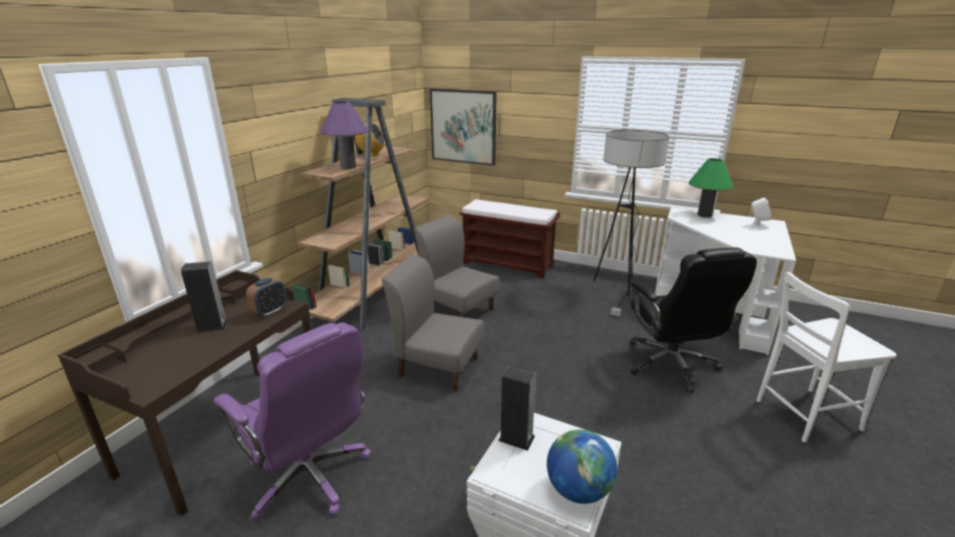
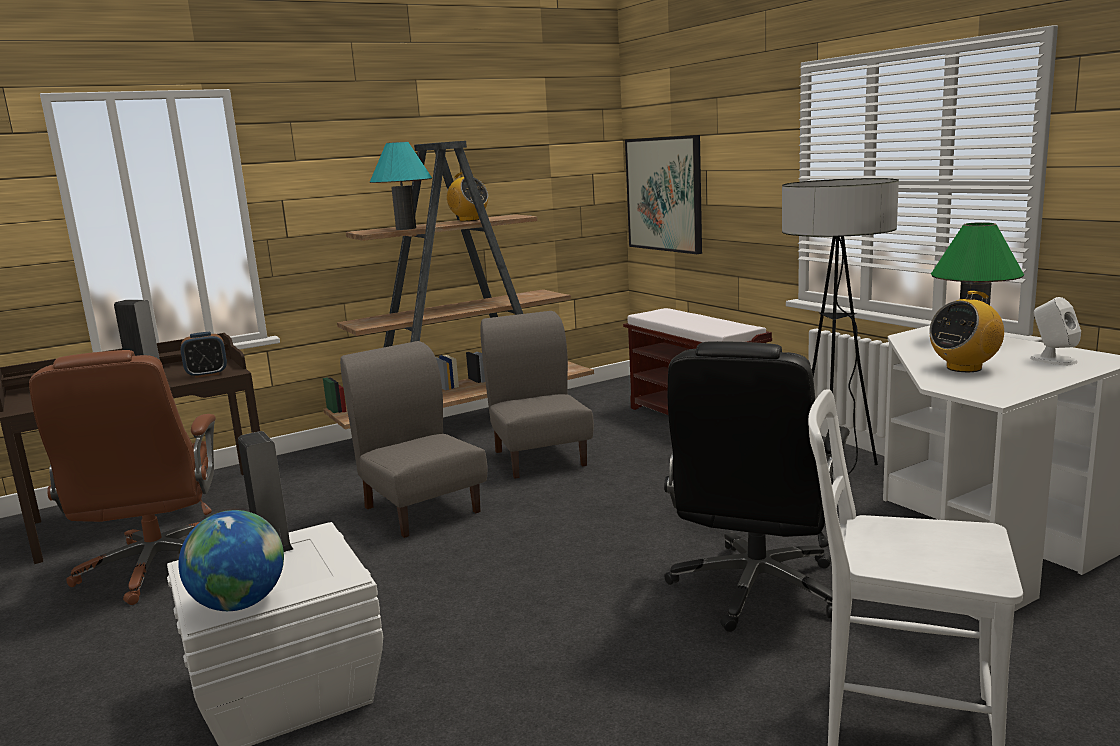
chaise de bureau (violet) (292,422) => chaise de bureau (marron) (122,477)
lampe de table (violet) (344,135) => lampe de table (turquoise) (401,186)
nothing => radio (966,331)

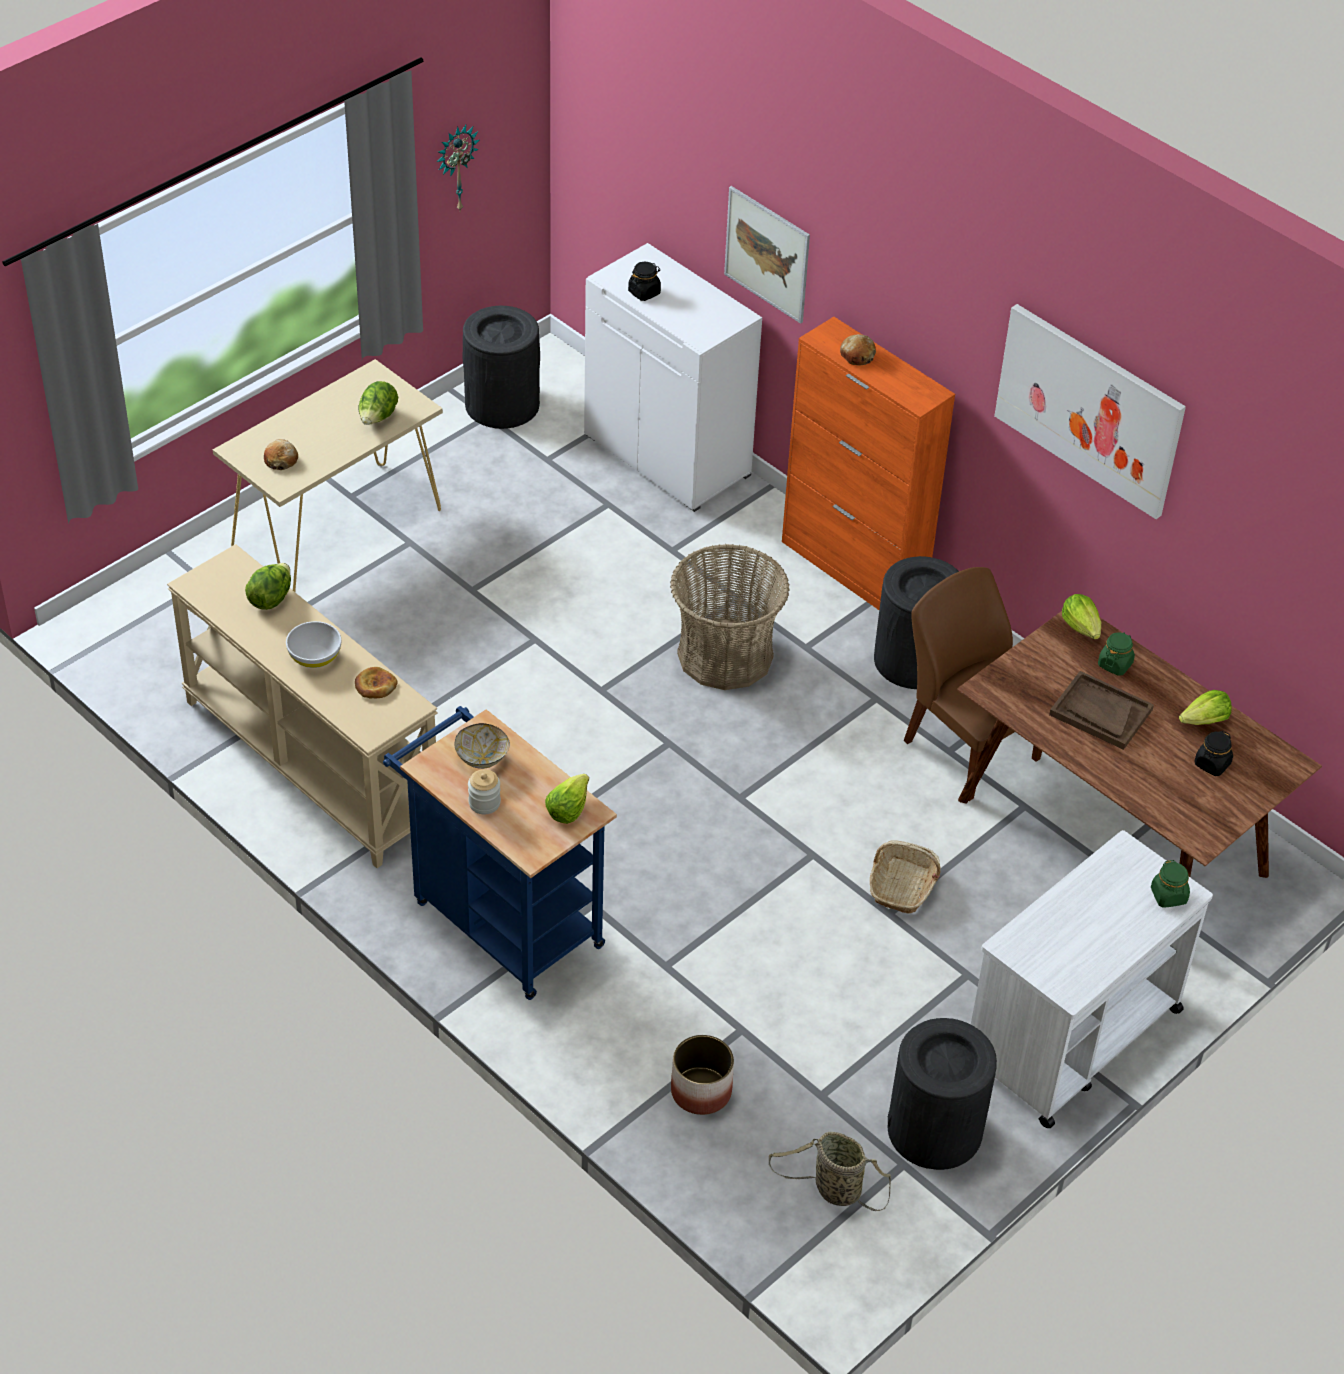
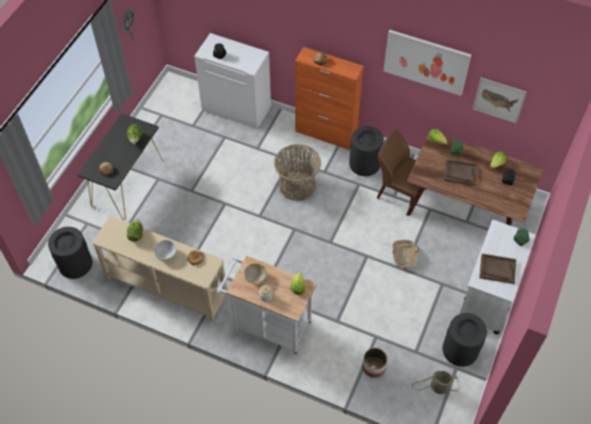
table console (beige) (328,475) => table console (noir) (120,166)
chariot (bleu) (500,853) => chariot (blanc) (266,305)
poubelle (noir) (501,367) => poubelle (noir) (70,253), moved
tableau (767,255) => tableau (499,100), moved
nothing => plateau (marron) (497,269)

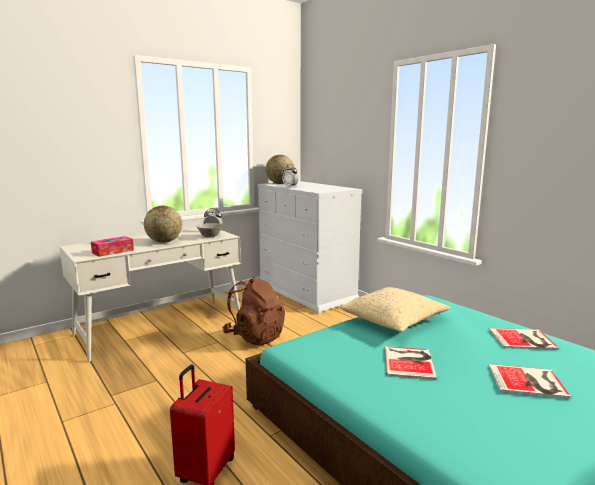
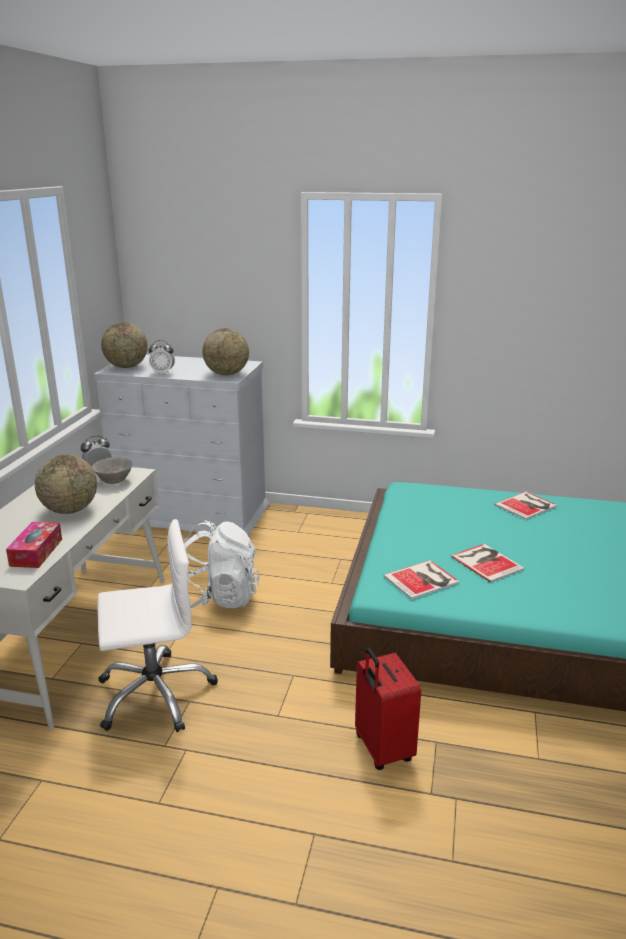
sac à dos (marron) (253,311) => sac à dos (blanc) (222,564)
coussin (beige) (395,309) => nothing
livre (529,381) => livre (421,579), moved
nothing => chaise de bureau (blanc) (158,625)
nothing => globe (225,351)

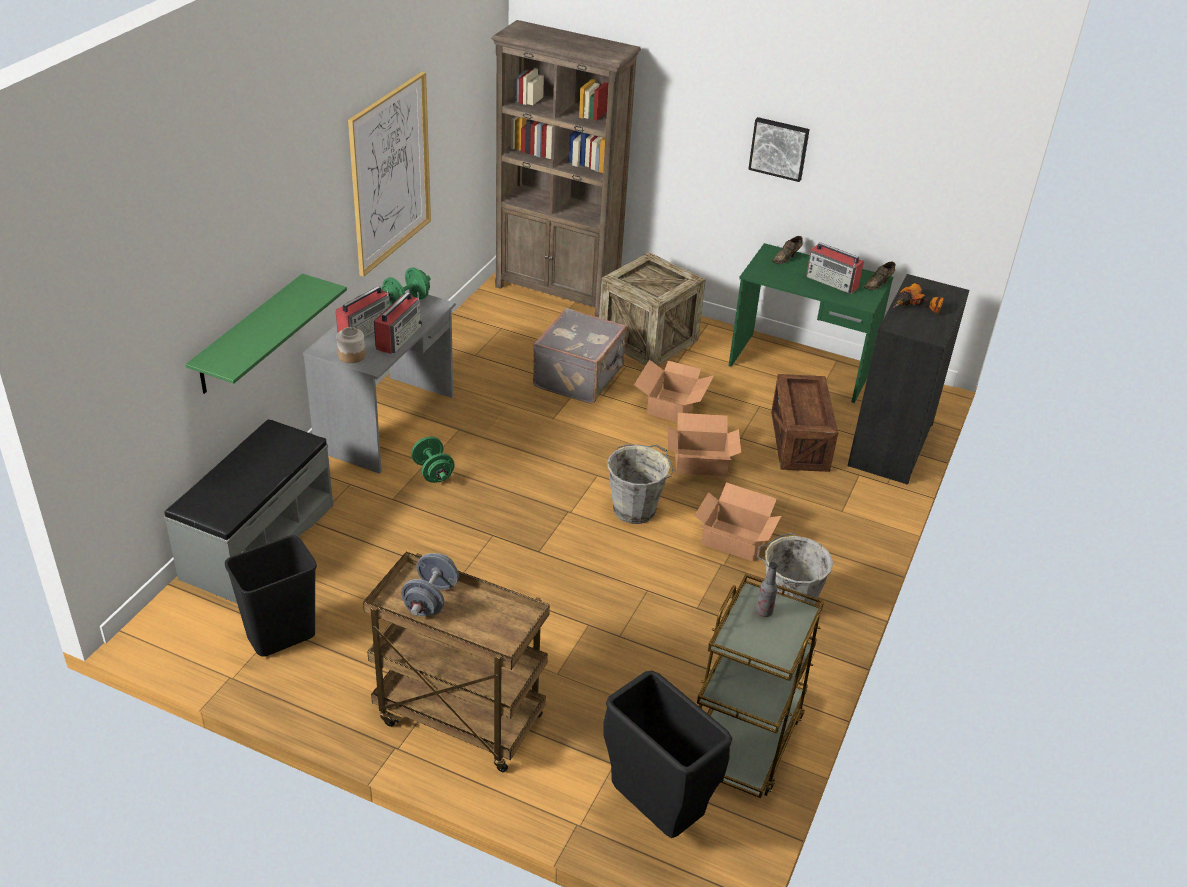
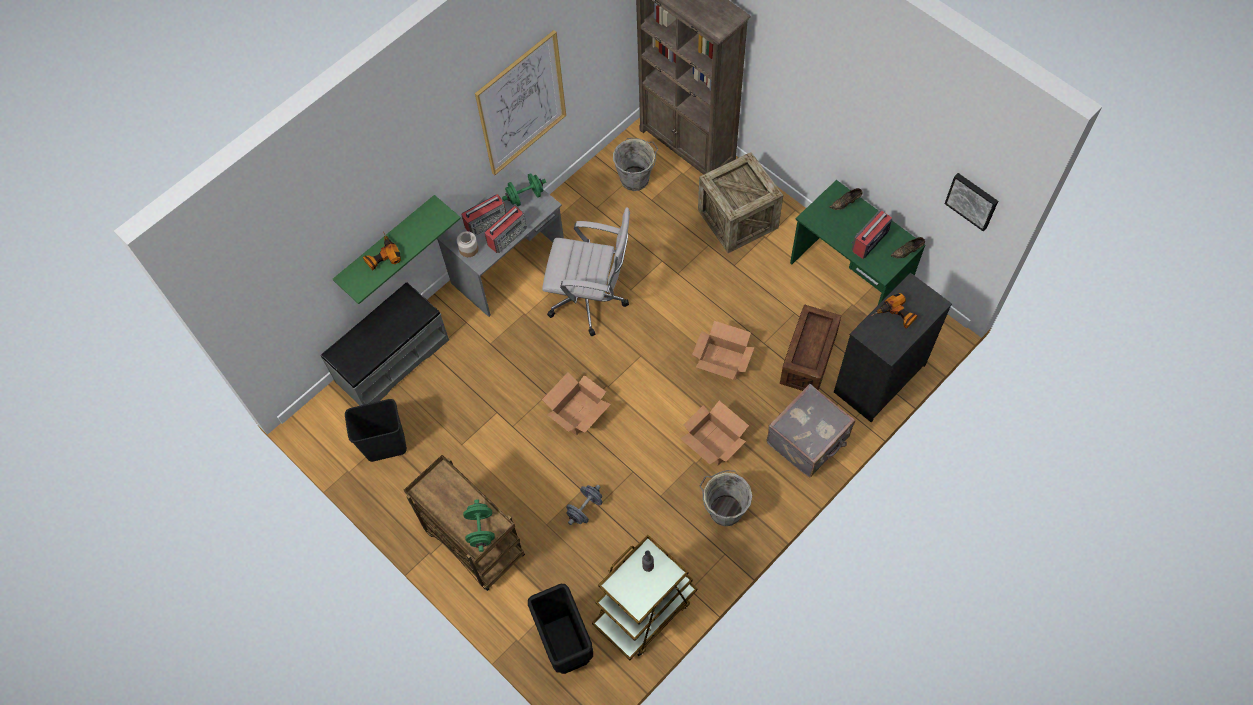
haltère (gris) (430,584) => haltère (gris) (584,505), moved
haltère (vert) (433,460) => haltère (vert) (479,525), moved
valise (gris) (580,356) => valise (gris) (810,430), moved
seau (gris) (640,484) => seau (gris) (635,164), moved
carton (674,391) => carton (576,403), moved
tableau (779,149) => tableau (971,202), moved
radio (835,268) => radio (872,234), 75 degrees clockwise
nothing => perceuse (382,251)
nothing => chaise de bureau (blanc) (586,272)

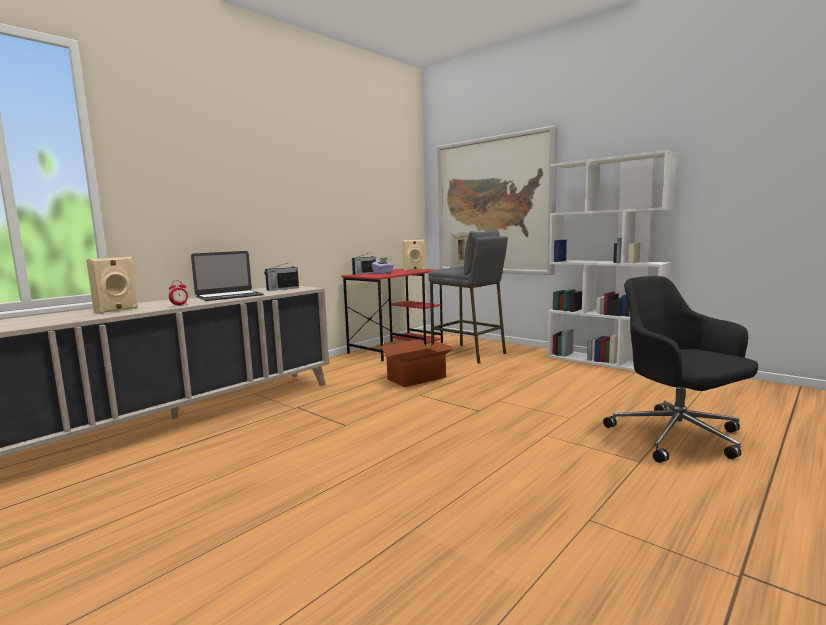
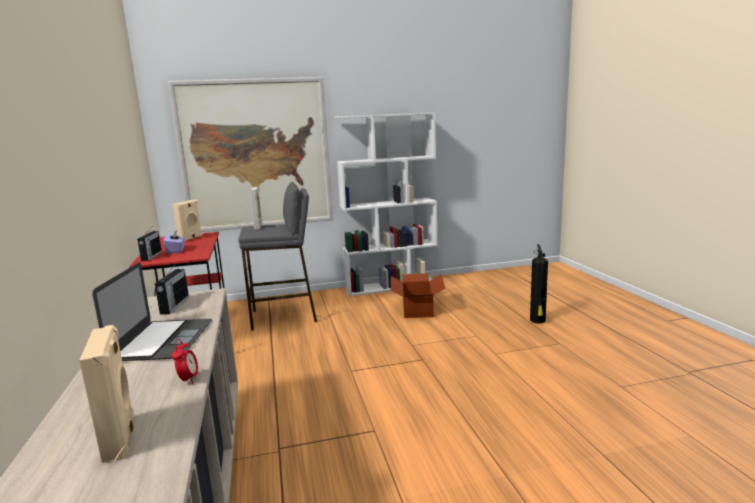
carton (416,363) => carton (418,295), moved
chaise de bureau (noir) (680,369) => extincteur (539,284)

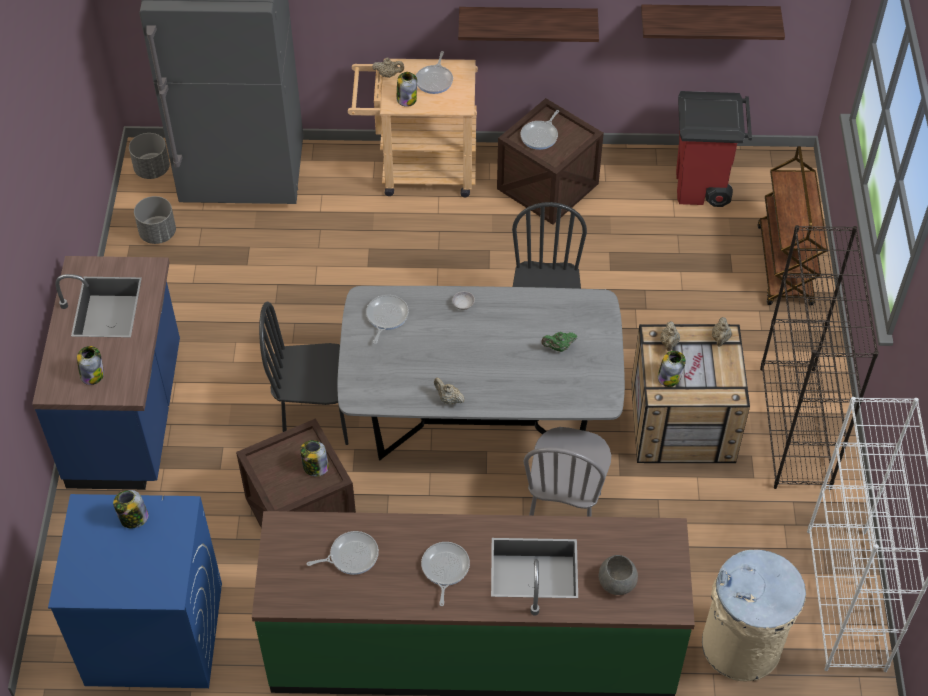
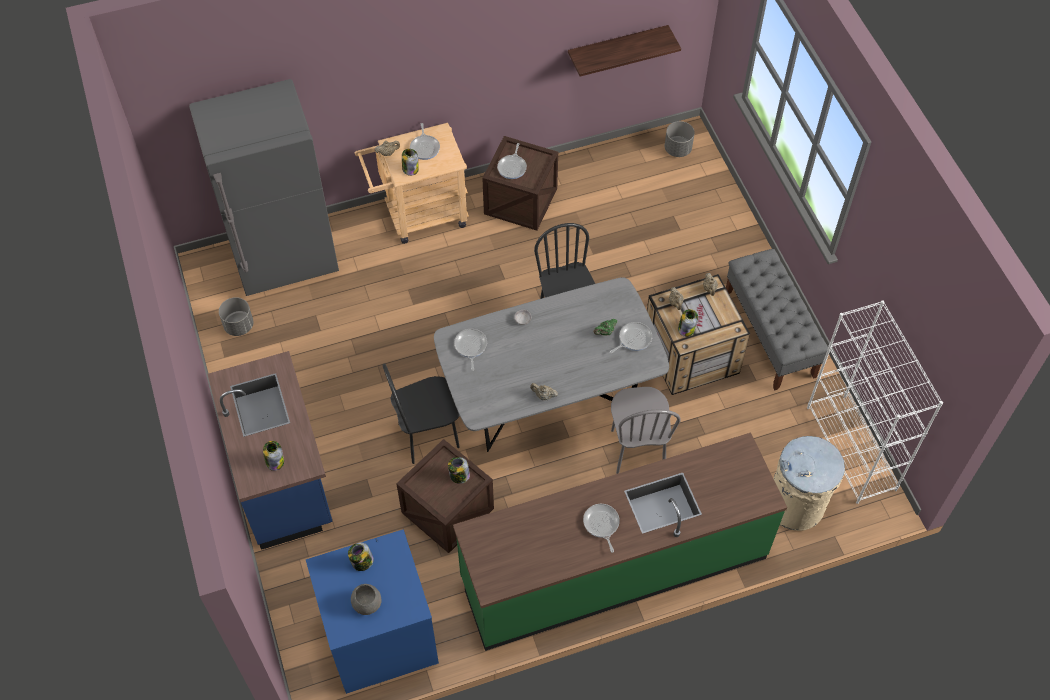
cache-pot (gris) (149,156) => cache-pot (gris) (680,139), moved
poêle (343,553) => poêle (631,337), moved
étagère (528,24) => nothing
bol (gris) (618,575) => bol (gris) (366,599), moved
poubelle (rouge) (714,149) => nothing
chariot (marron) (792,226) => nothing
bibliothèque (noir) (819,357) => banc (gris) (777,319)

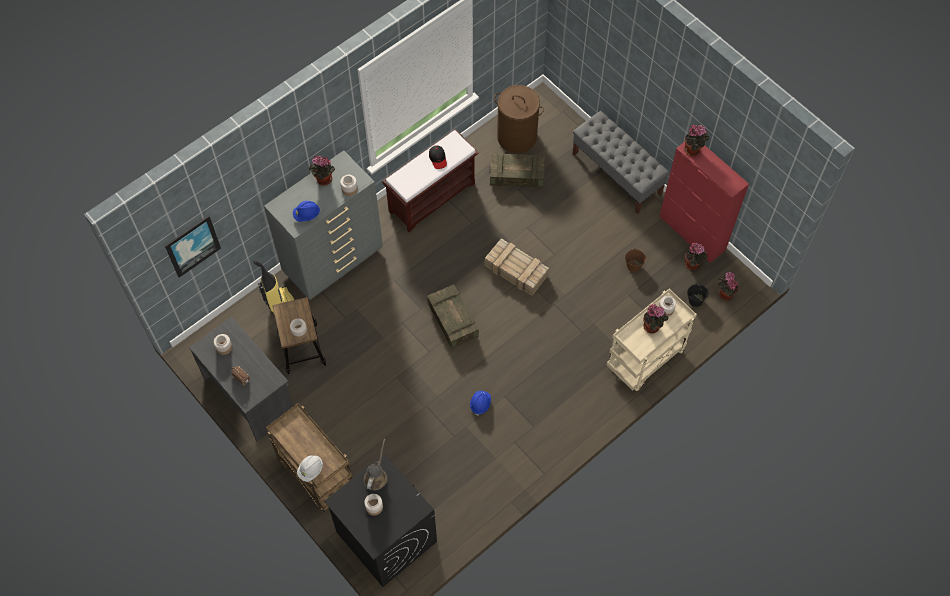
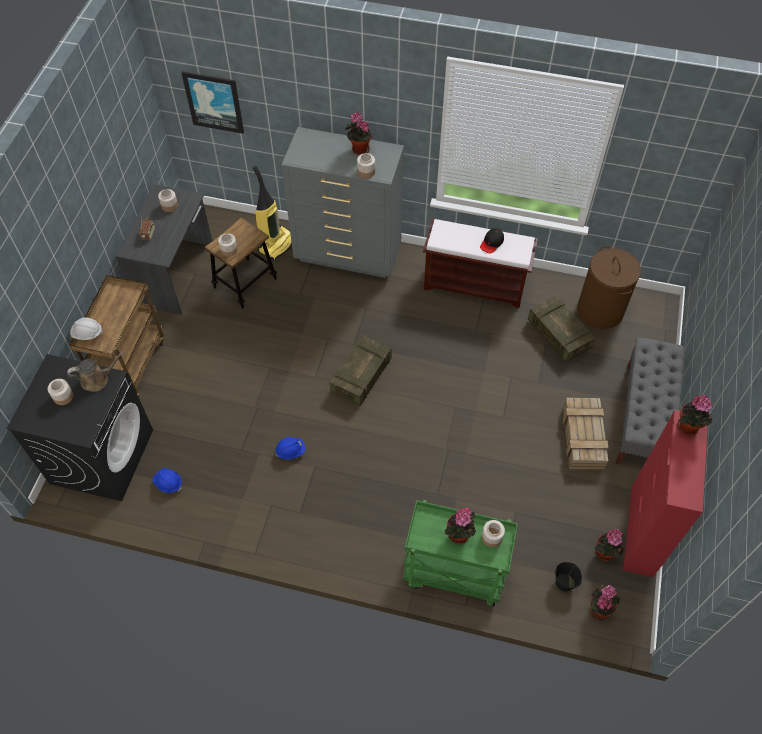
casque de chantier (bleu) (306,211) => casque de chantier (bleu) (167,480), moved
caisse (517,267) => caisse (585,434), moved
chariot (beige) (651,340) => chariot (vert) (460,553)
seau (marron) (636,260) => nothing

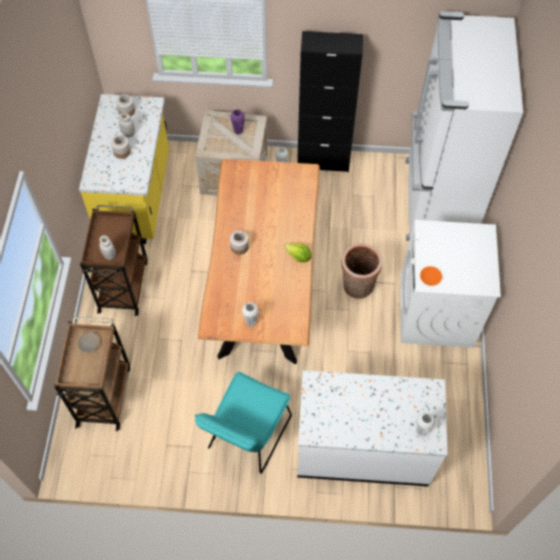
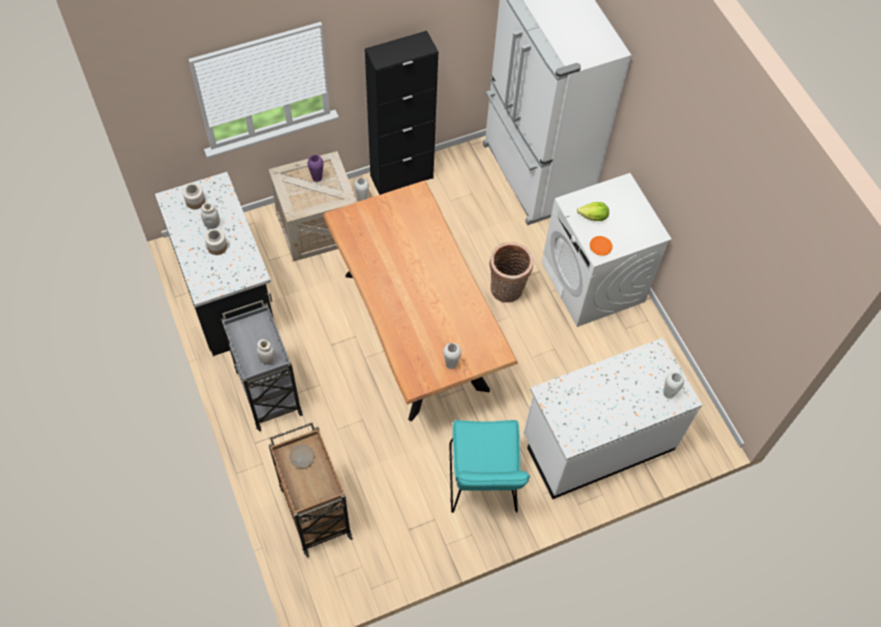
comptoir de cuisine (jaune) (124,169) => comptoir de cuisine (noir) (214,264)
chariot (marron) (114,260) => chariot (gris) (262,365)
bocal (239,243) => nothing
laitue (297,252) => laitue (593,211), moved

